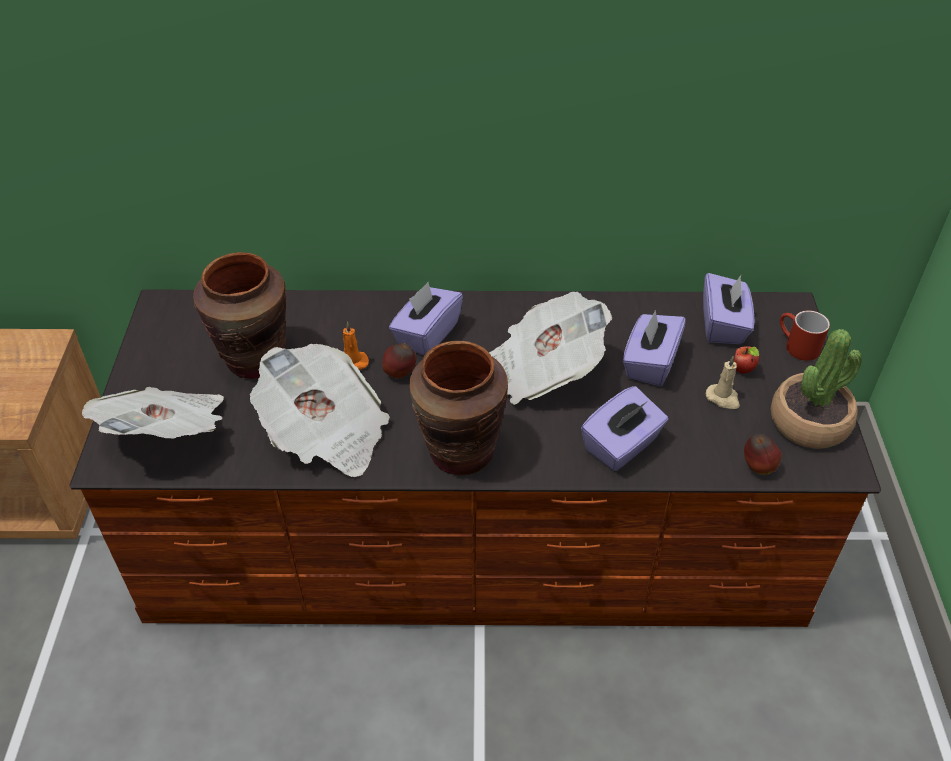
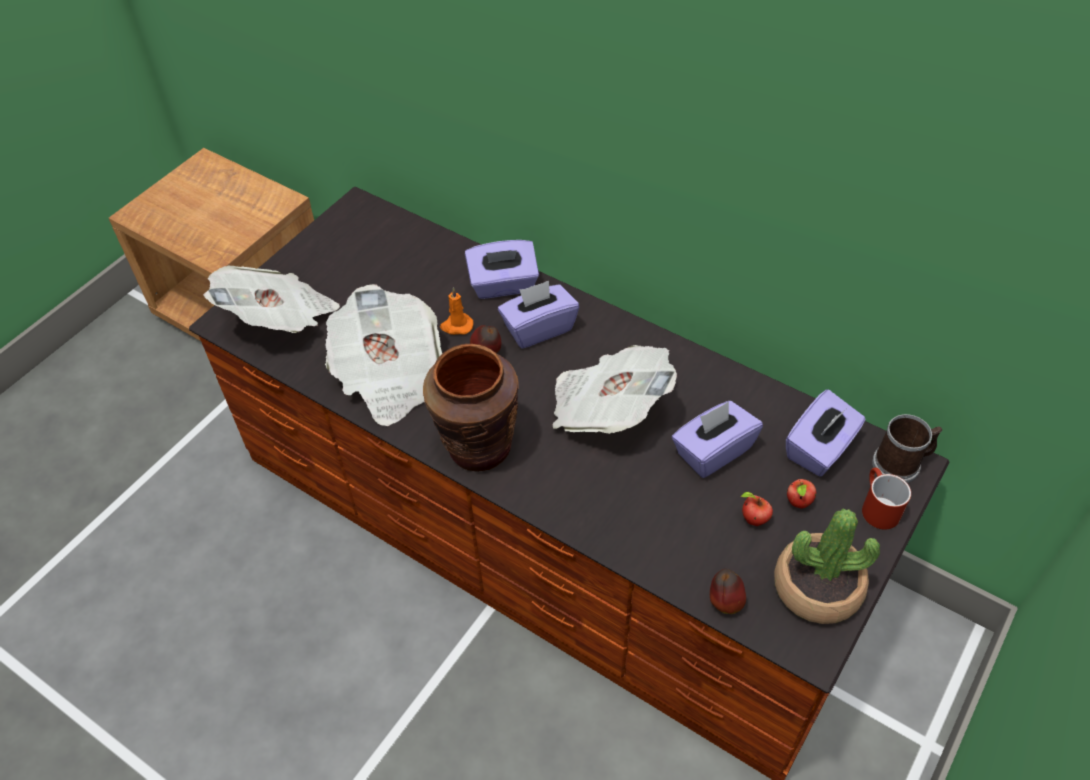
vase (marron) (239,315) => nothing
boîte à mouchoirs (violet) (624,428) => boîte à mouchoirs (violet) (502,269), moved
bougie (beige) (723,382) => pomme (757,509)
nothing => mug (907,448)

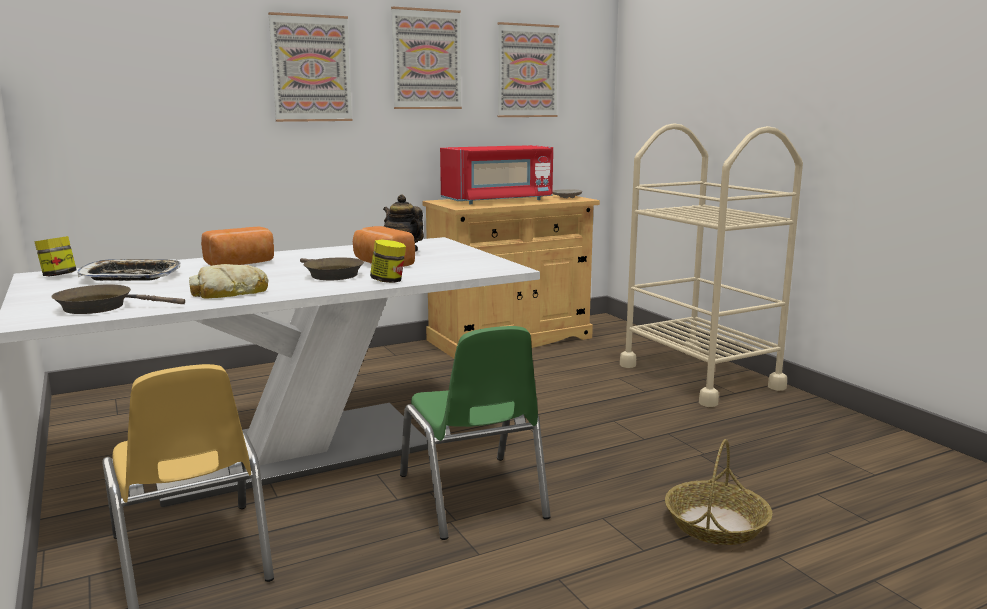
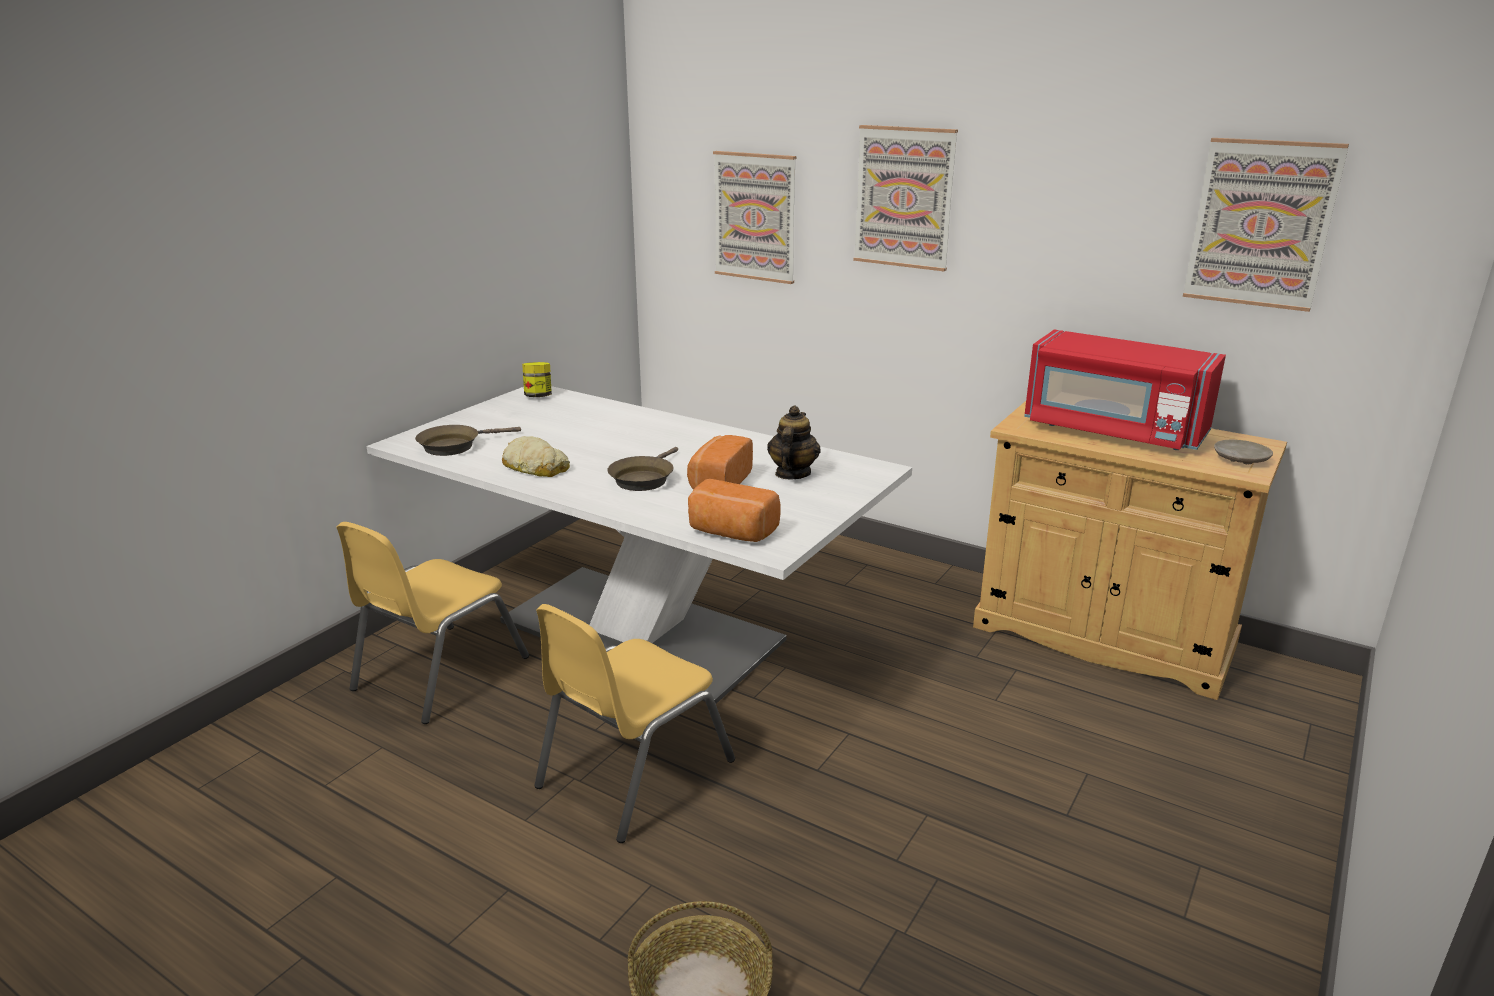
poêle (marron) (118,299) => poêle (marron) (468,440), 90 degrees counterclockwise
plateau (129,270) => nothing
pain (237,246) => pain (734,510), moved
bocal (388,261) => nothing
tableau (426,58) => tableau (755,217), moved
chaise (vert) (475,433) => chaise (jaune) (634,723)
chariot (beige) (711,265) => nothing

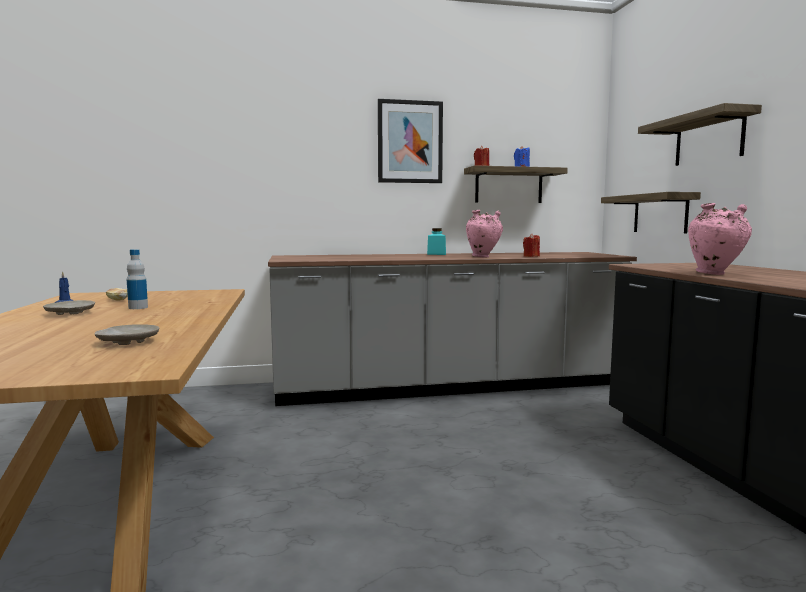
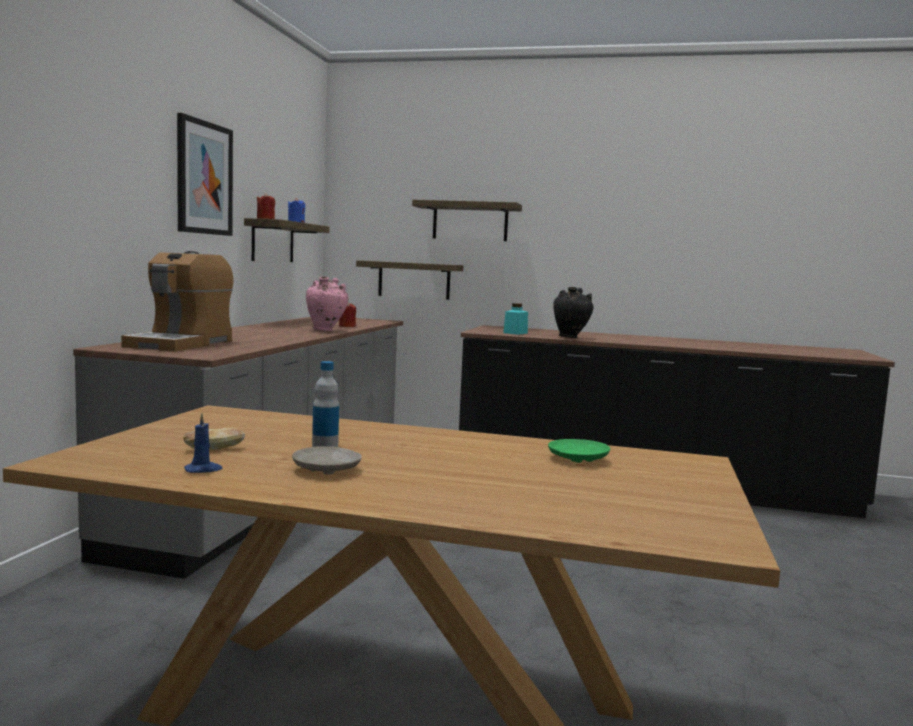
assiette (beige) (126,334) => assiette (vert) (579,451)
bocal (turquoise) (436,241) => bocal (turquoise) (515,319), moved
vase (rose) (720,239) => vase (noir) (573,312)
nothing => machine à café (177,301)

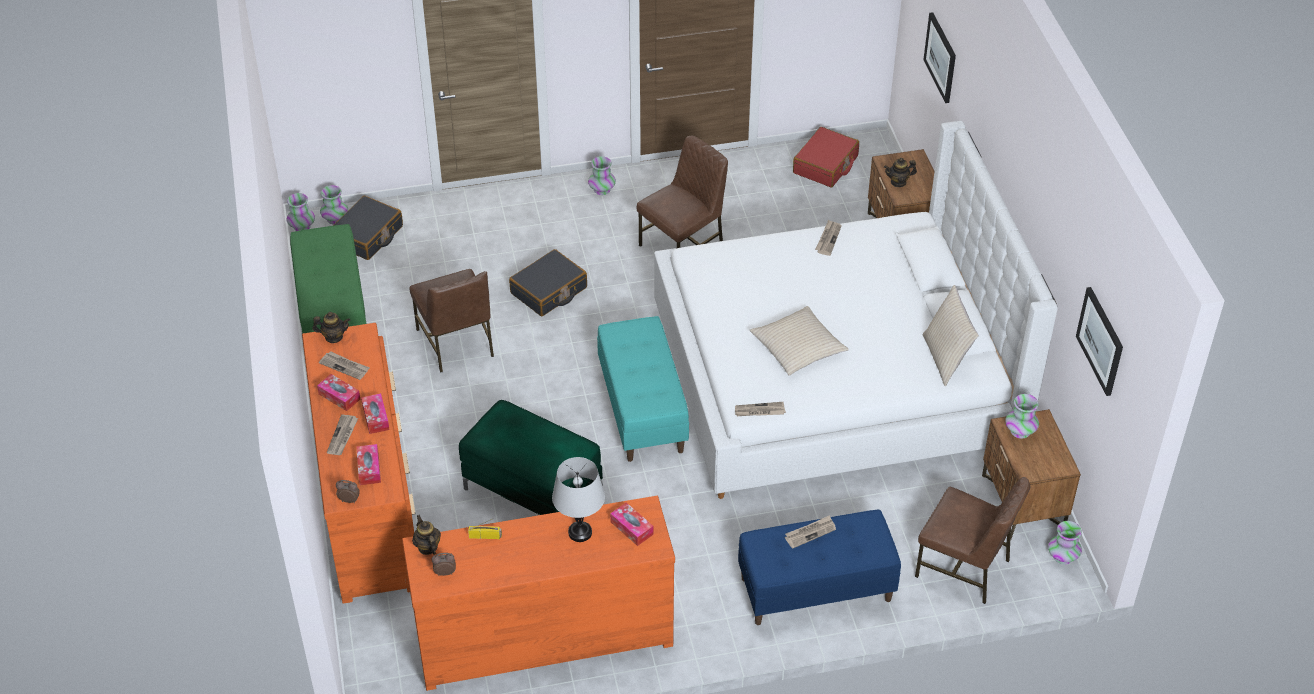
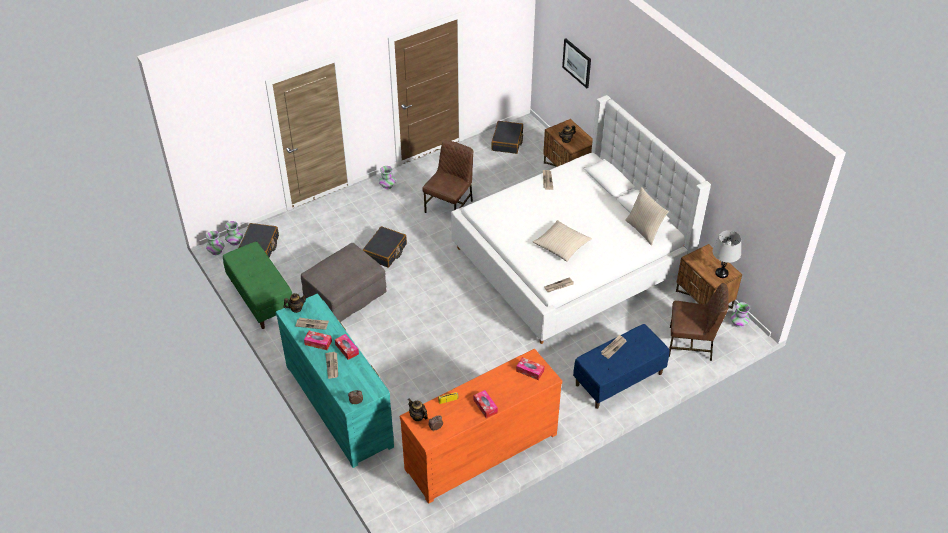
commode (orange) (359,463) => commode (turquoise) (334,381)
boîte à mouchoirs (368,464) => boîte à mouchoirs (486,404), moved
chaise (marron) (452,320) => pouf (gris) (344,282)
pouf (vert) (531,457) => nothing
lampe de table (gris) (578,499) => lampe de table (gris) (726,254), moved
banc (turquoise) (643,389) => nothing
valise (rouge) (826,157) => valise (noir) (507,137)
vase (1022,416) => nothing
tableau (1099,341) => nothing

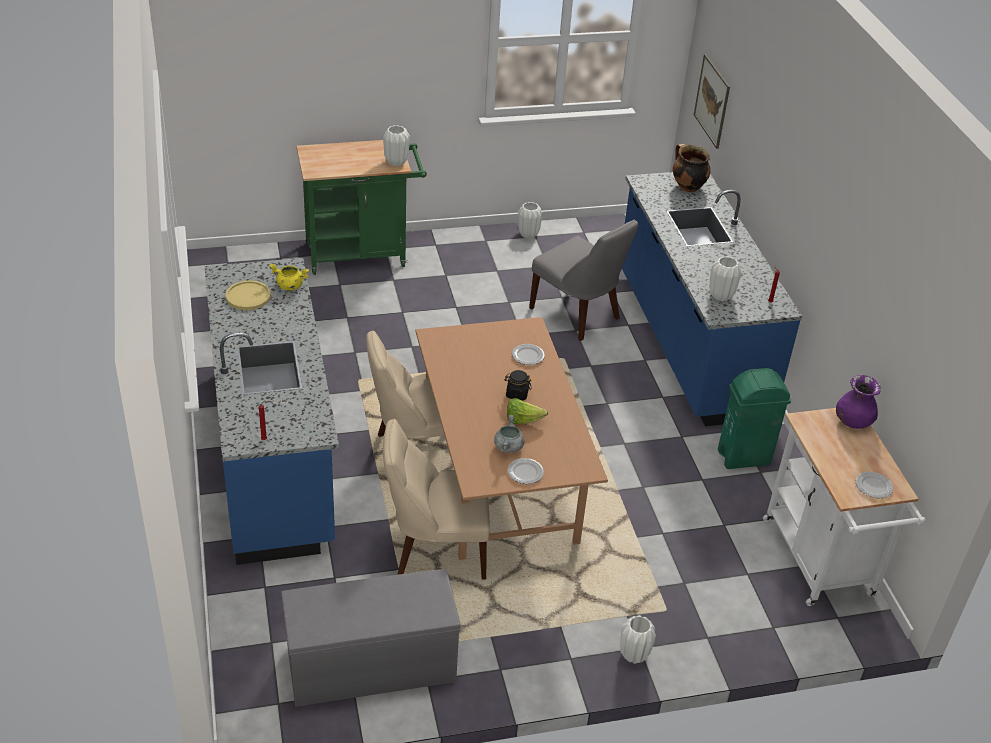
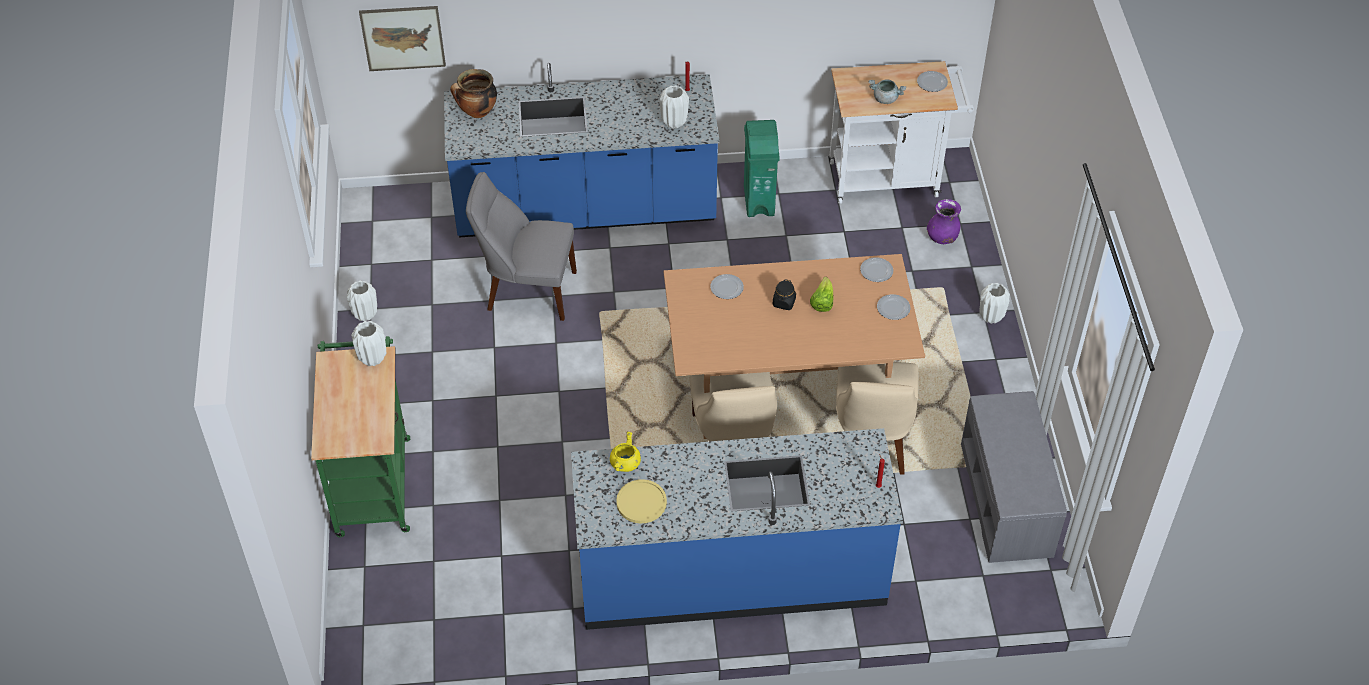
marmite (gris) (509,434) => marmite (gris) (887,91), moved
chaise (gris) (583,280) => chaise (gris) (521,246), 135 degrees counterclockwise
vase (violet) (858,402) => vase (violet) (944,221), moved
nothing => assiette (876,269)

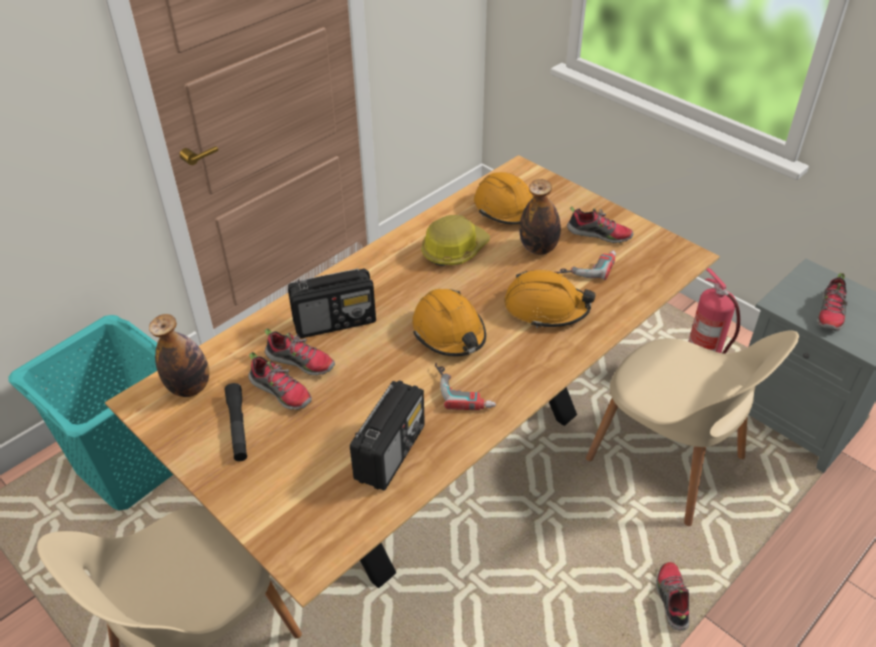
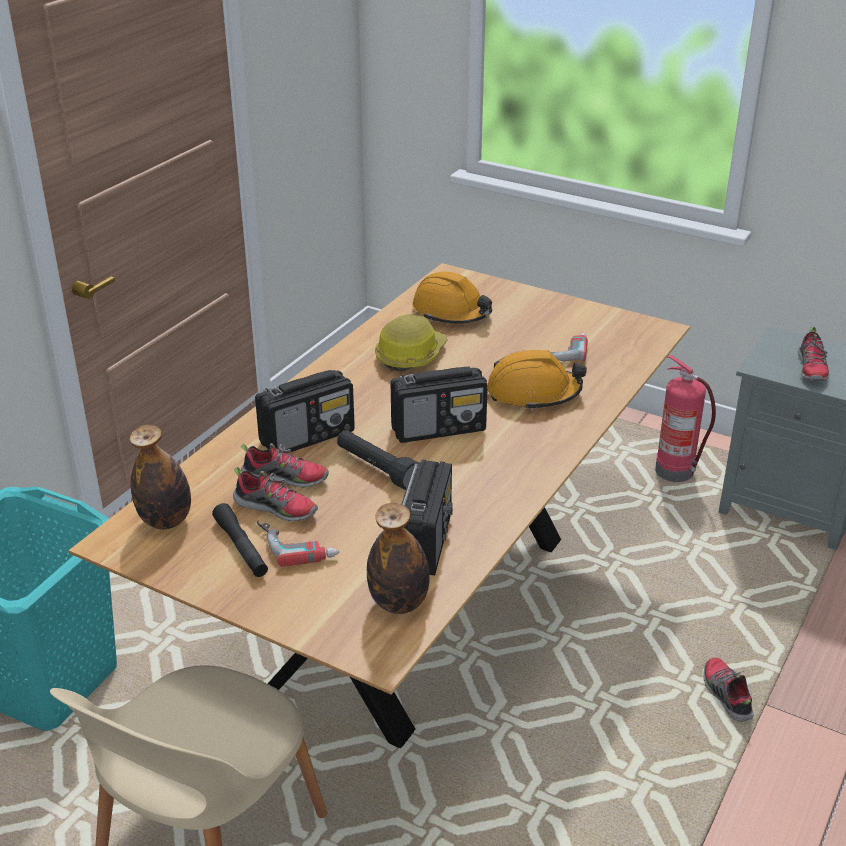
casque de chantier (orange) (449,322) => radio (439,404)
perceuse (465,386) => perceuse (298,543), moved
bouteille (540,217) => bouteille (398,558), moved
chaussure (600,224) => nothing
chaise (beige) (692,428) => nothing
nothing => lampe de poche (noir) (376,460)

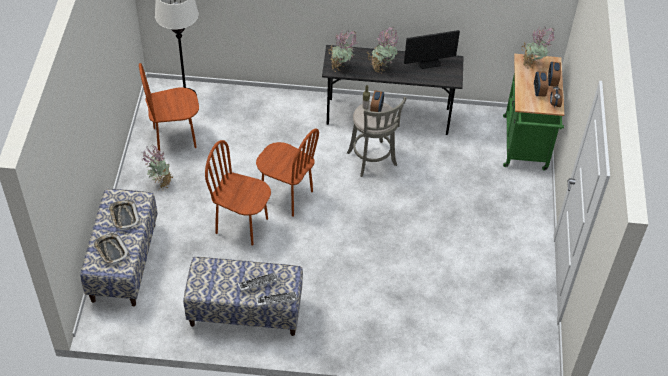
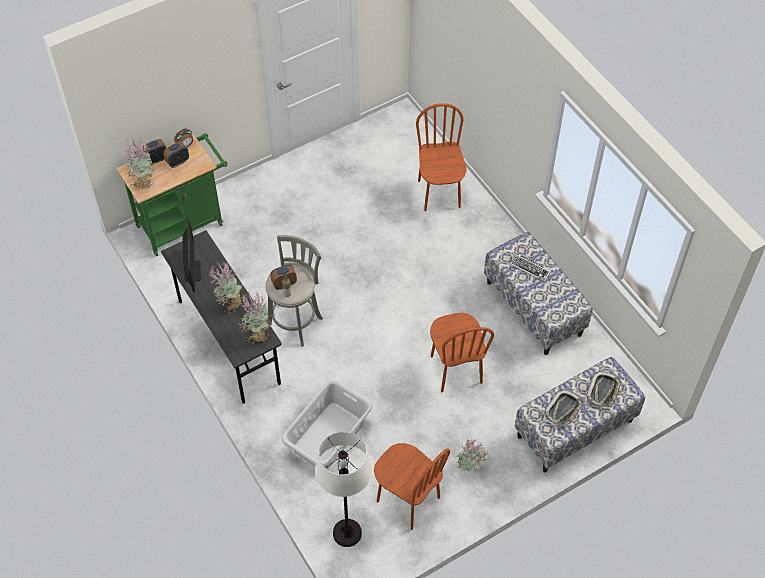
chaise (marron) (287,173) => chaise (marron) (441,157), moved
clavier (277,299) => nothing
écran d'ordinateur (432,49) => écran d'ordinateur (192,256), 45 degrees clockwise
nothing => panier à linge (gris) (327,424)

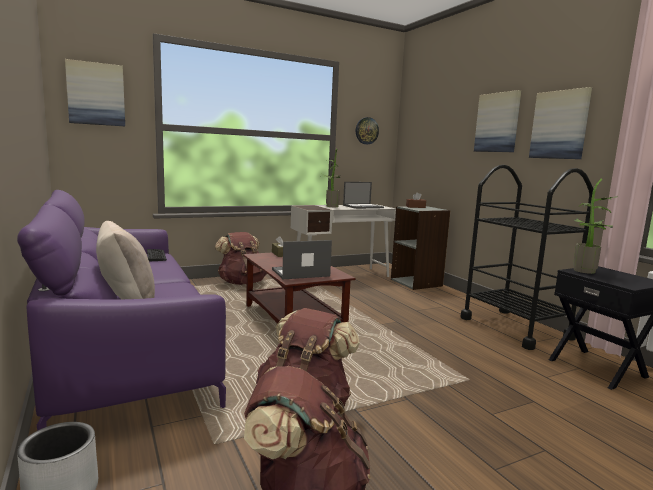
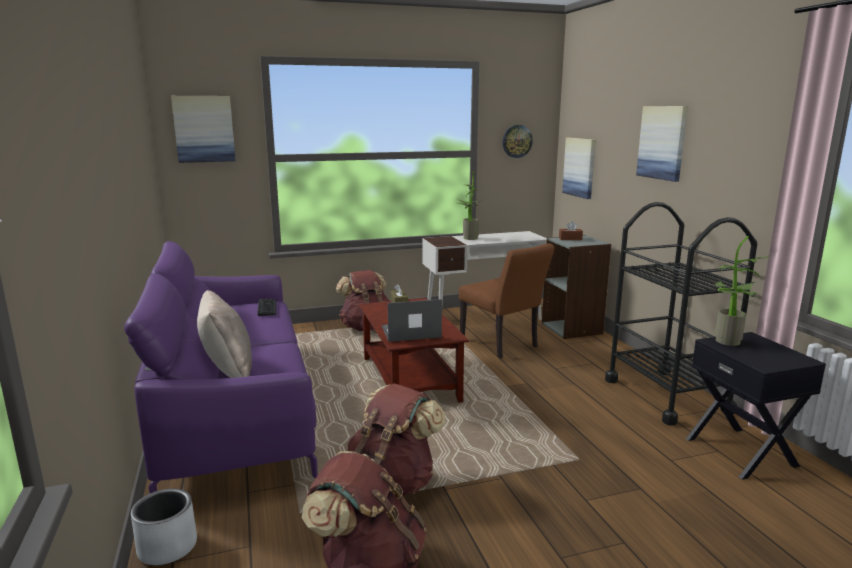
ordinateur portable (363,195) => nothing
tableau (560,123) => tableau (579,168), moved
nothing => chaise (marron) (506,300)

